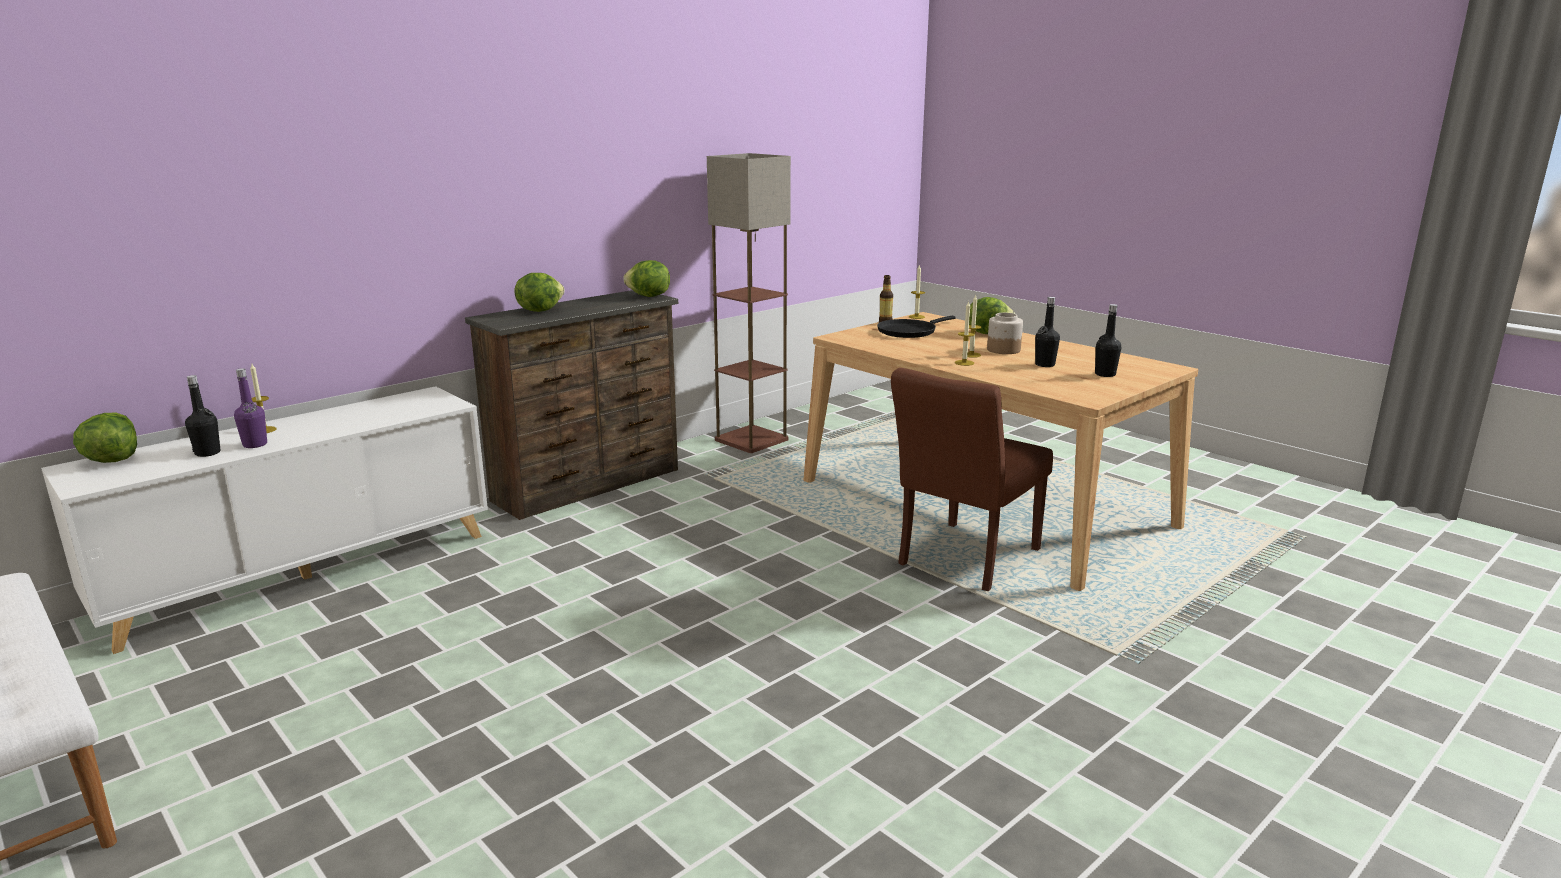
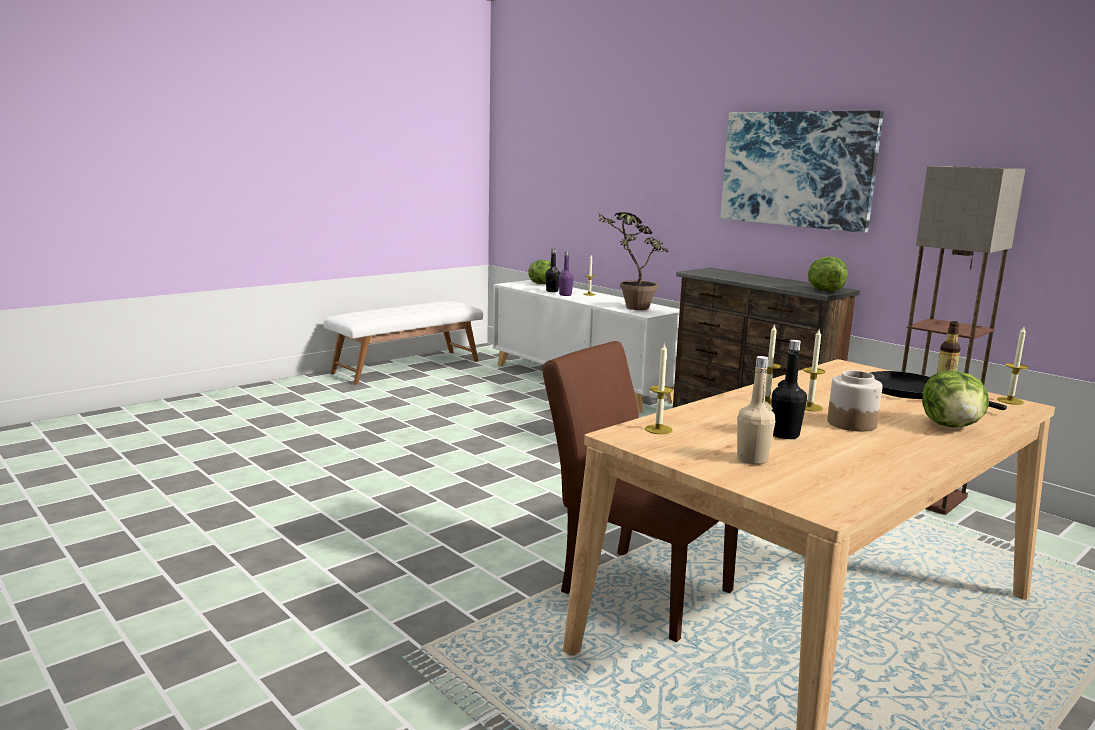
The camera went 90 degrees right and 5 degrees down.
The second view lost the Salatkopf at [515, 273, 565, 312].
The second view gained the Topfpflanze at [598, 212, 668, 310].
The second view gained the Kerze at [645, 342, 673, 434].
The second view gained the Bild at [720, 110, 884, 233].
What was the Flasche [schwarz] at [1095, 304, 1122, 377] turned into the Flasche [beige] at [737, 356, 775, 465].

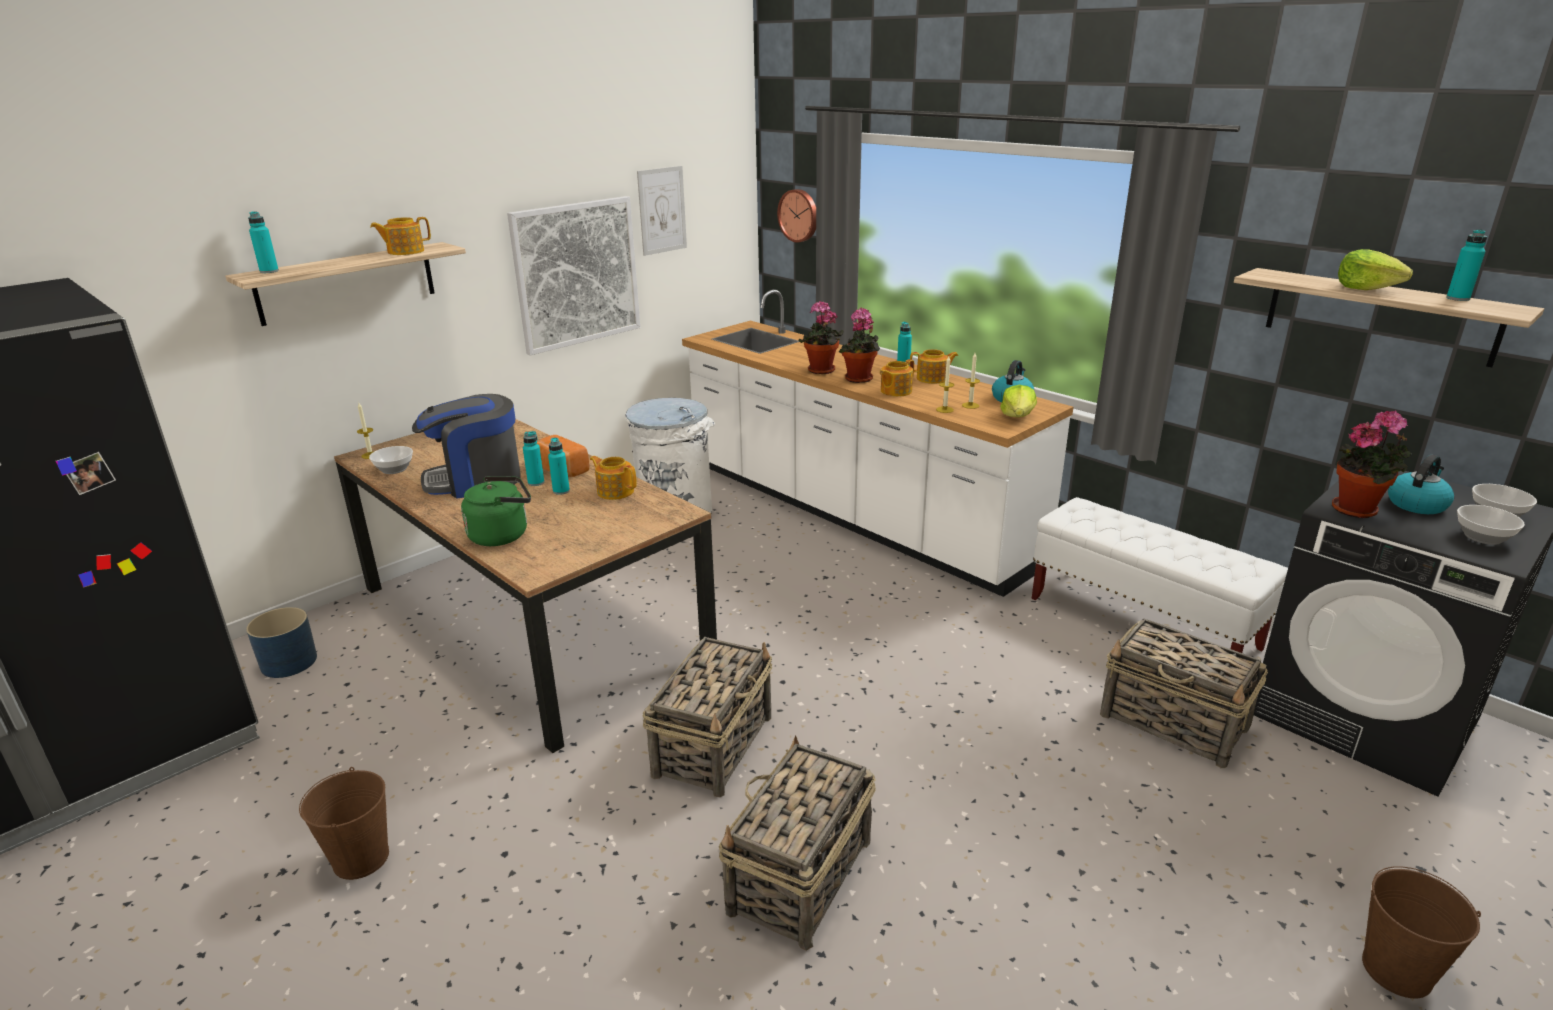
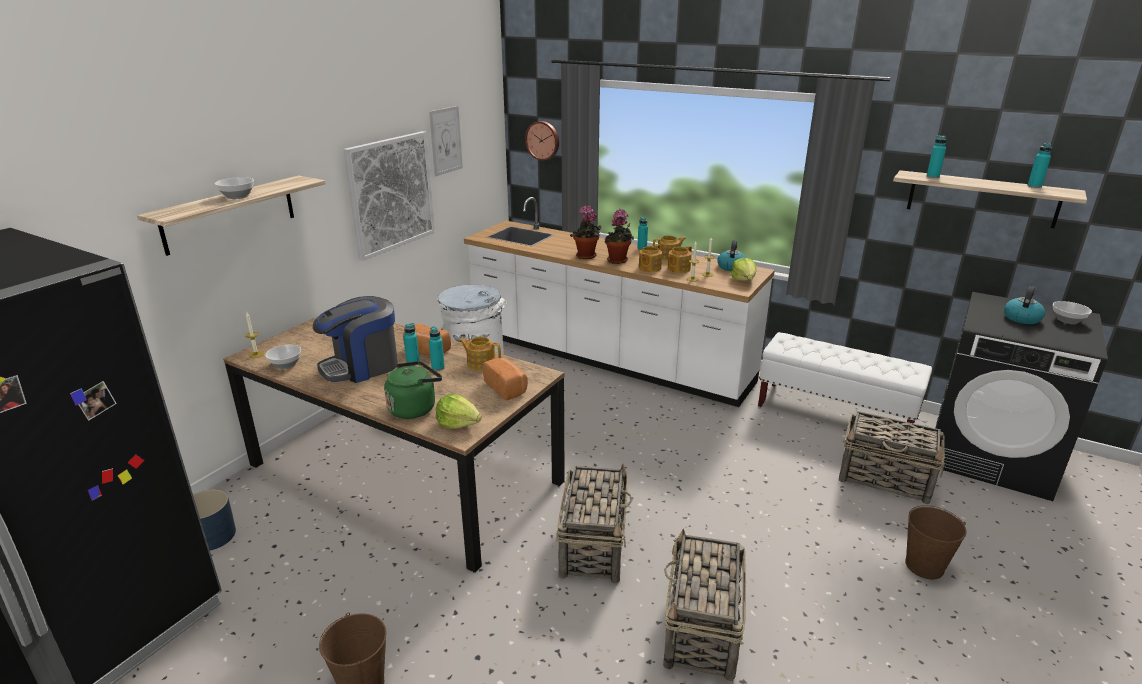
The camera went 15 degrees left and 0 degrees up.
The second view lost the Topfpflanze at [1332, 411, 1412, 518].
The second view gained the Brot at [483, 358, 528, 400].
The Flasche [türkis] ended up elsewhere, having gone from [248, 211, 279, 273] to [927, 135, 946, 178].
The Teekanne ended up elsewhere, having gone from [370, 217, 431, 255] to [668, 246, 692, 273].
The Salatkopf ended up elsewhere, having gone from [1338, 249, 1413, 290] to [436, 394, 482, 429].
The Eimer [braun] ended up elsewhere, having gone from [1362, 866, 1481, 998] to [905, 505, 967, 579].
The Schüssel ended up elsewhere, having gone from [1457, 505, 1525, 545] to [215, 177, 254, 199].

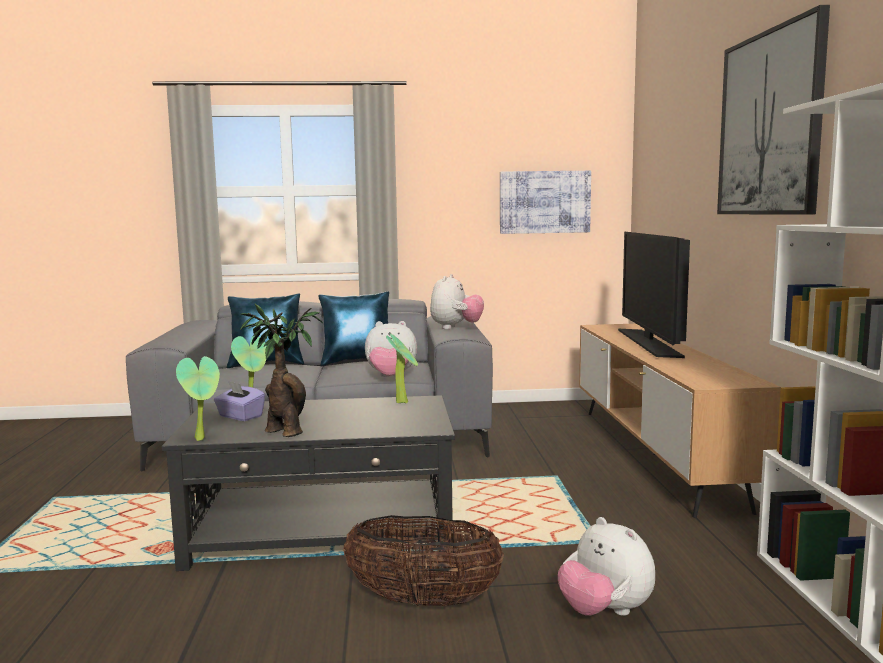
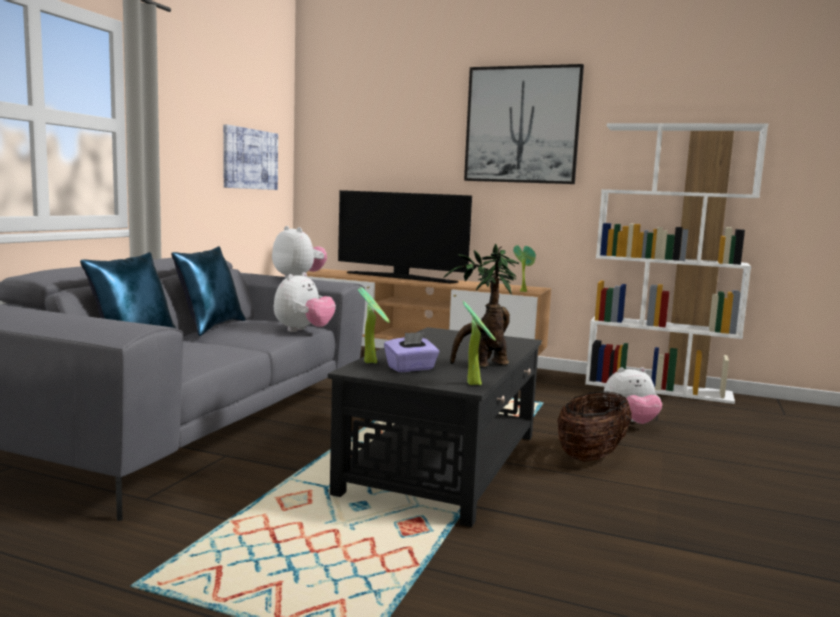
The camera went 65 degrees left and 0 degrees up.
The Topfpflanze ended up elsewhere, having gone from [386, 334, 418, 403] to [513, 245, 536, 292].

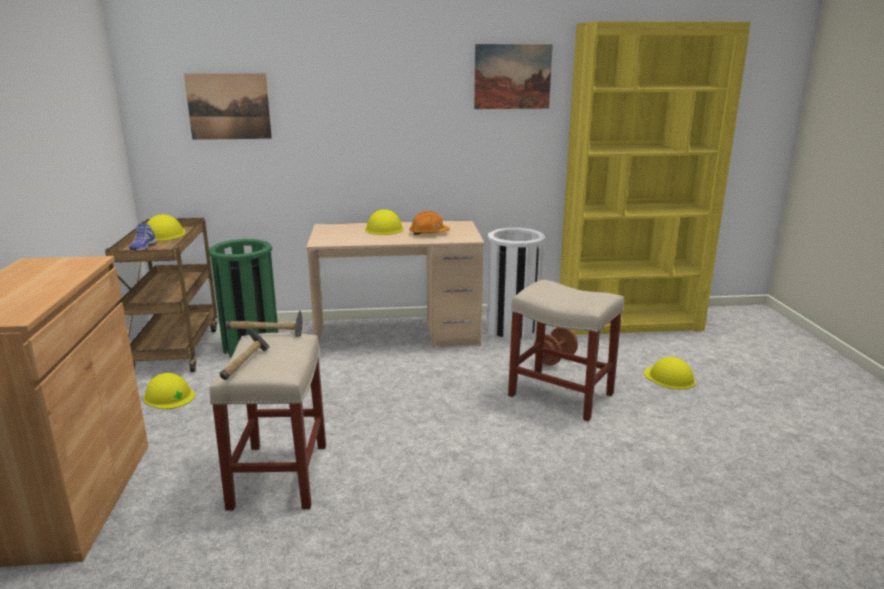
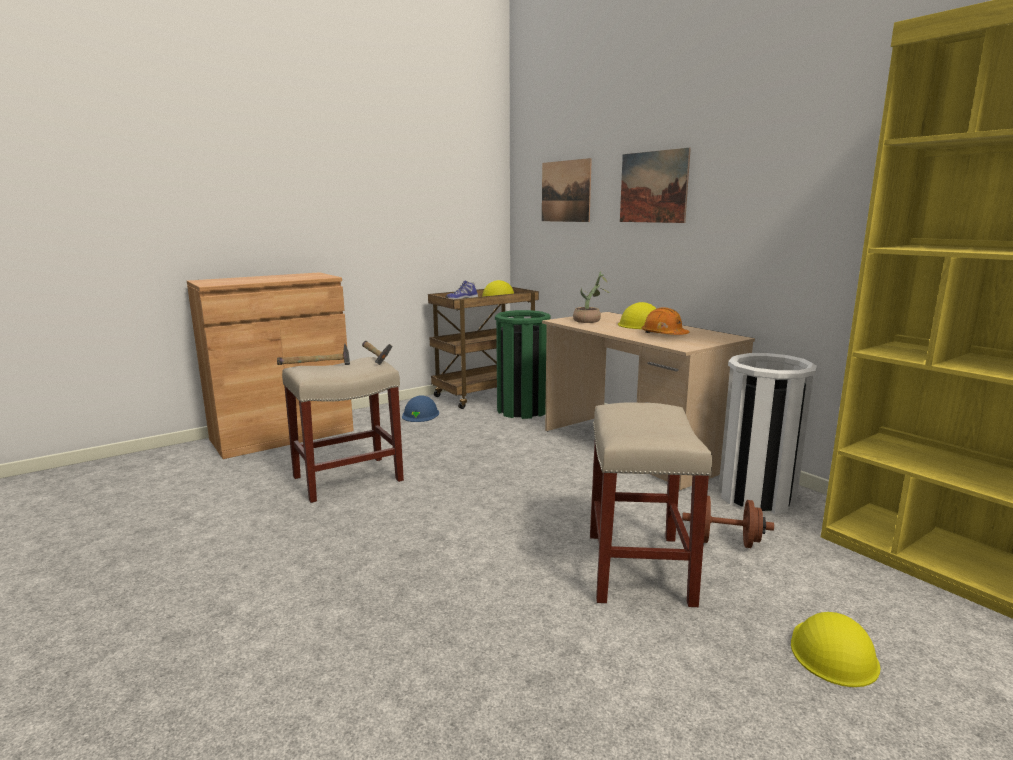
The camera went 60 degrees right and 5 degrees down.
The second view gained the Topfpflanze at [573, 271, 610, 323].
The Bild ended up elsewhere, having gone from [474, 44, 553, 109] to [620, 148, 691, 223].
What was the Schutzhelm [gelb] at [143, 373, 195, 409] turned into the Schutzhelm [blau] at [402, 395, 439, 422].

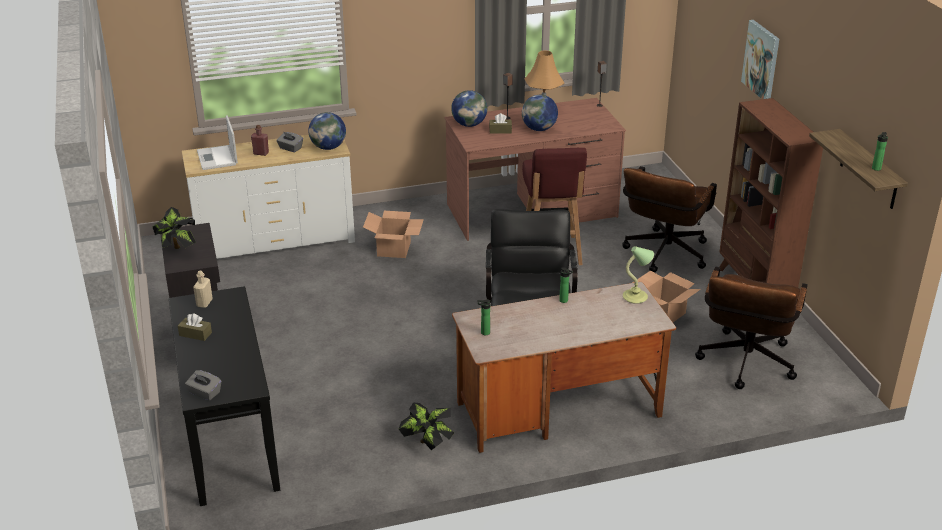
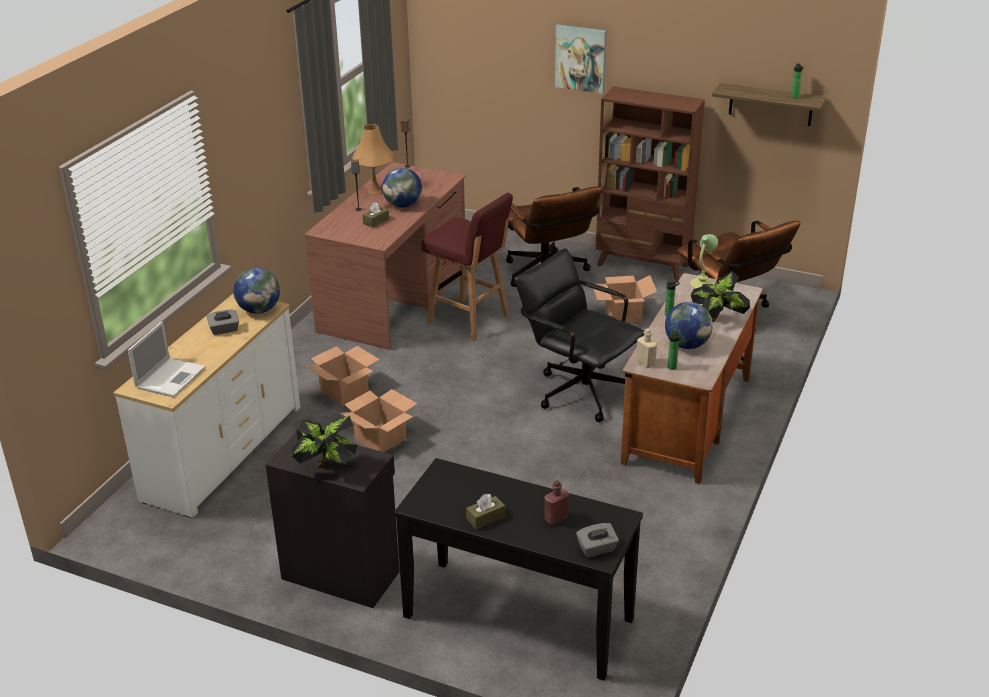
The camera went 50 degrees left and 0 degrees up.
The second view gained the Karton at [340, 389, 417, 452].
The Flasche [beige] ended up elsewhere, having gone from [193, 271, 213, 308] to [636, 328, 657, 368].
The Flasche [rot] ended up elsewhere, having gone from [251, 125, 269, 156] to [544, 480, 569, 525].
The Topfpflanze ended up elsewhere, having gone from [399, 403, 454, 450] to [691, 271, 750, 322].
The Globus ended up elsewhere, having gone from [451, 90, 487, 127] to [665, 302, 713, 349].
The Laptop at [197, 115, 238, 170] ended up facing another way, 90 degrees counterclockwise from before.

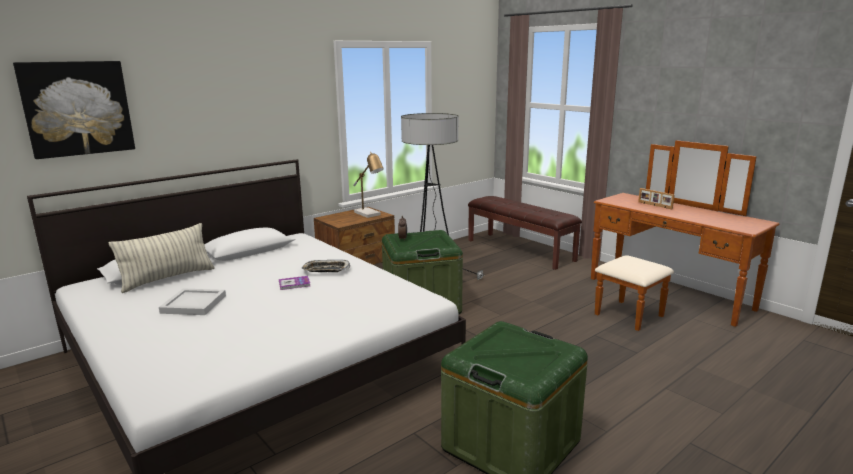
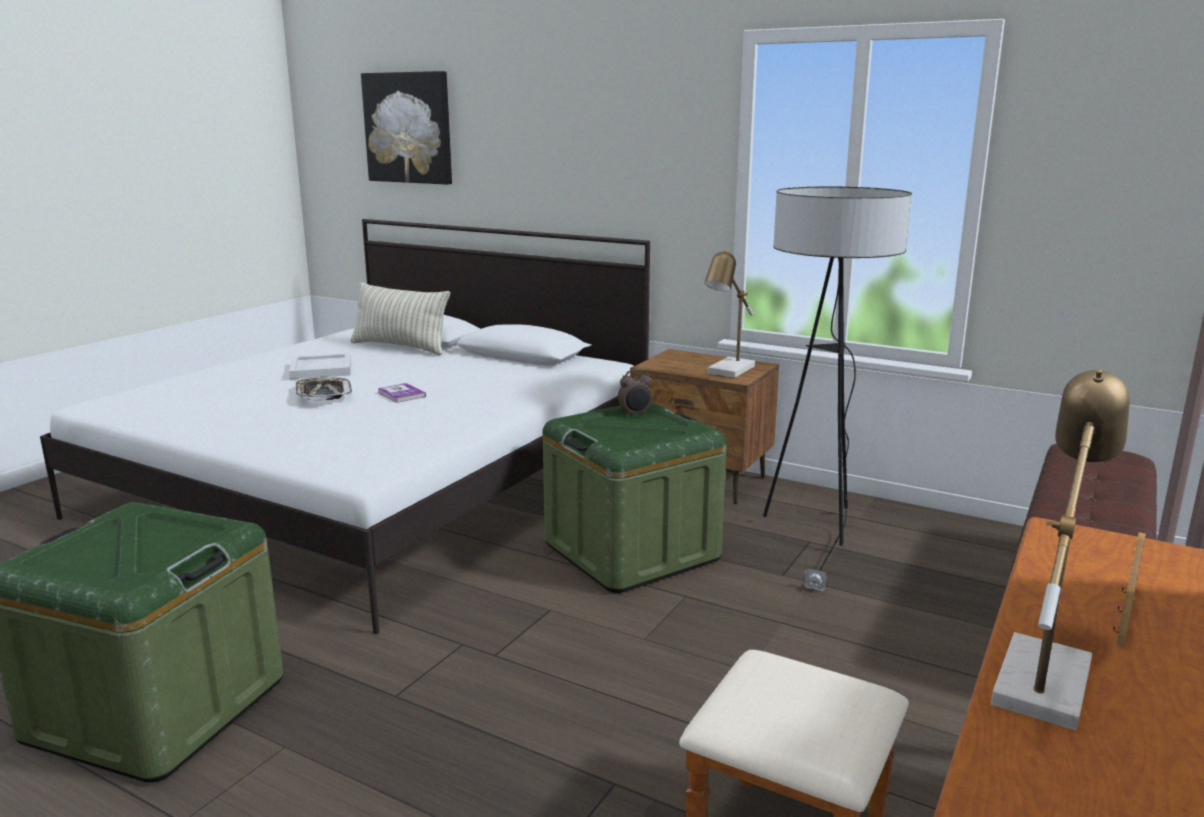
The camera went 70 degrees right and 0 degrees up.
The second view gained the Tischlampe at [991, 369, 1130, 731].
The Tablett ended up elsewhere, having gone from [302, 260, 350, 272] to [296, 377, 352, 400].

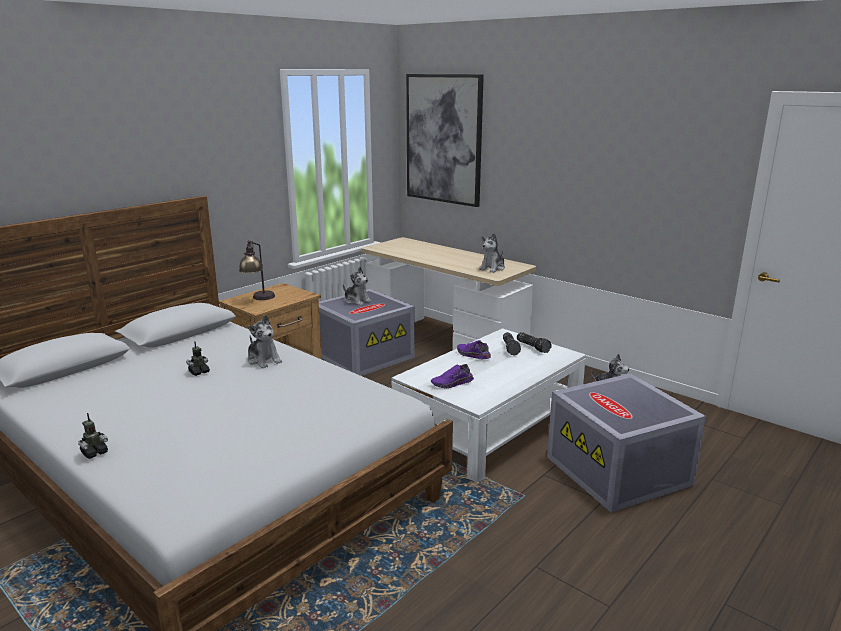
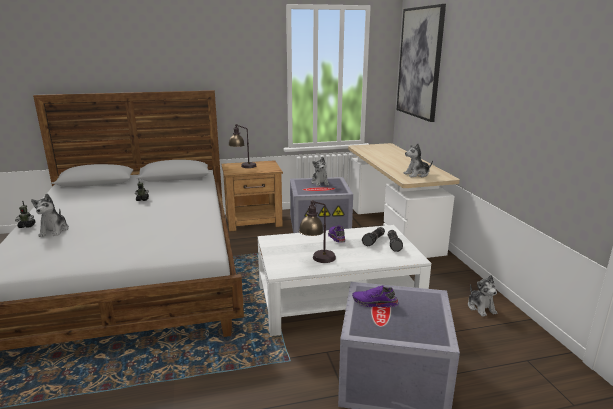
The camera went 35 degrees right and 0 degrees up.
The second view gained the Tischlampe at [299, 200, 336, 263].
The Plüschtier ended up elsewhere, having gone from [247, 315, 282, 368] to [31, 194, 69, 237].
The Schuh [lila] ended up elsewhere, having gone from [431, 364, 474, 388] to [352, 285, 398, 307].

